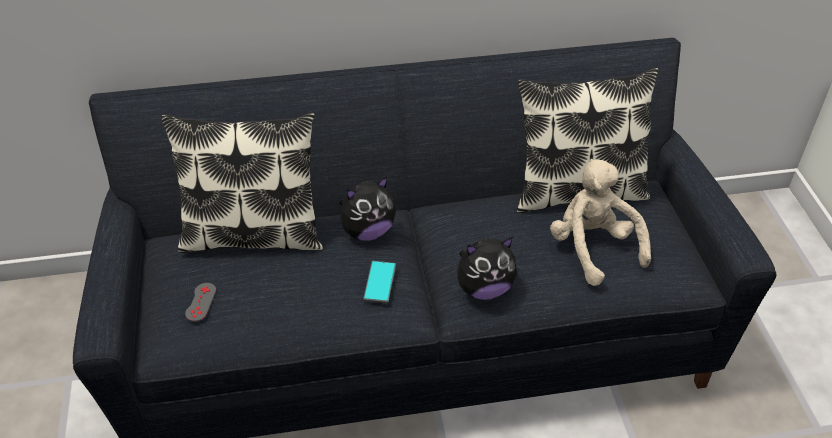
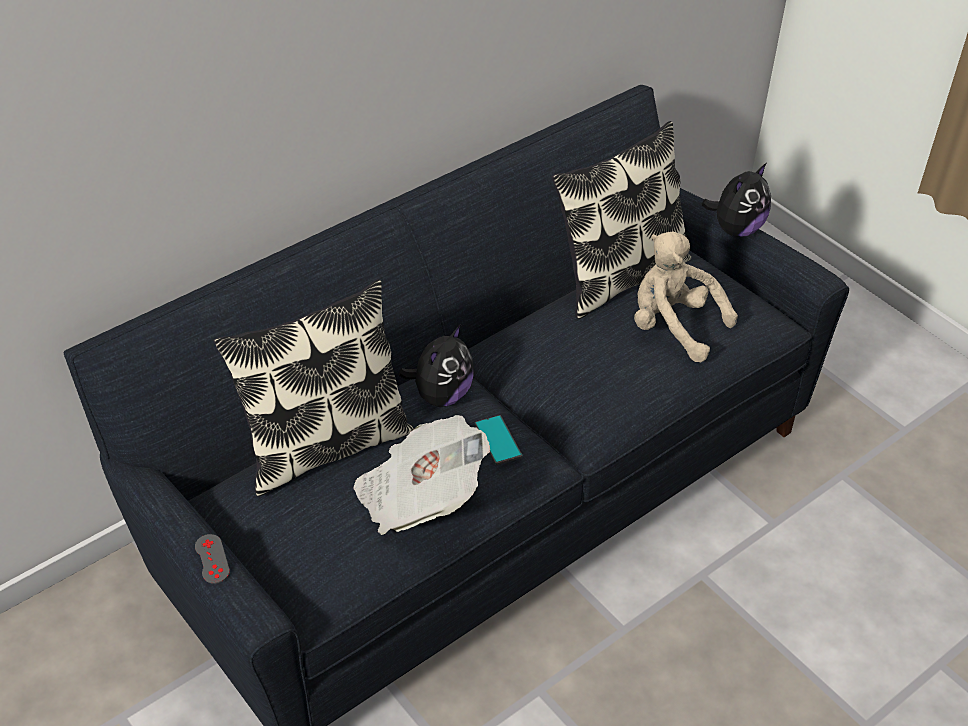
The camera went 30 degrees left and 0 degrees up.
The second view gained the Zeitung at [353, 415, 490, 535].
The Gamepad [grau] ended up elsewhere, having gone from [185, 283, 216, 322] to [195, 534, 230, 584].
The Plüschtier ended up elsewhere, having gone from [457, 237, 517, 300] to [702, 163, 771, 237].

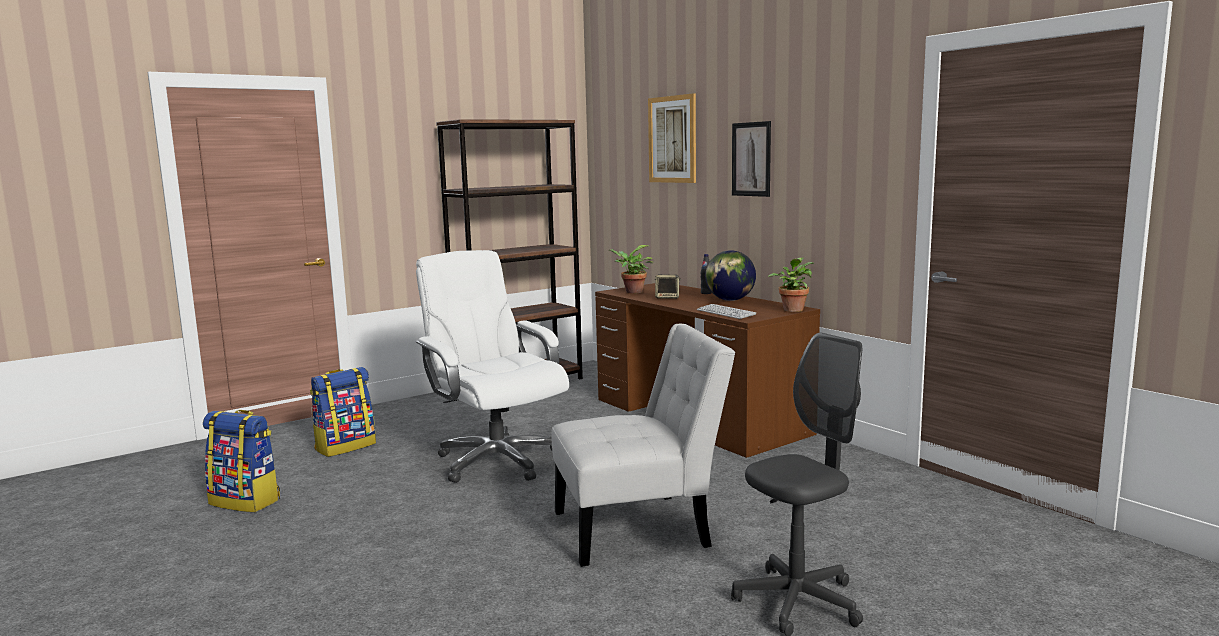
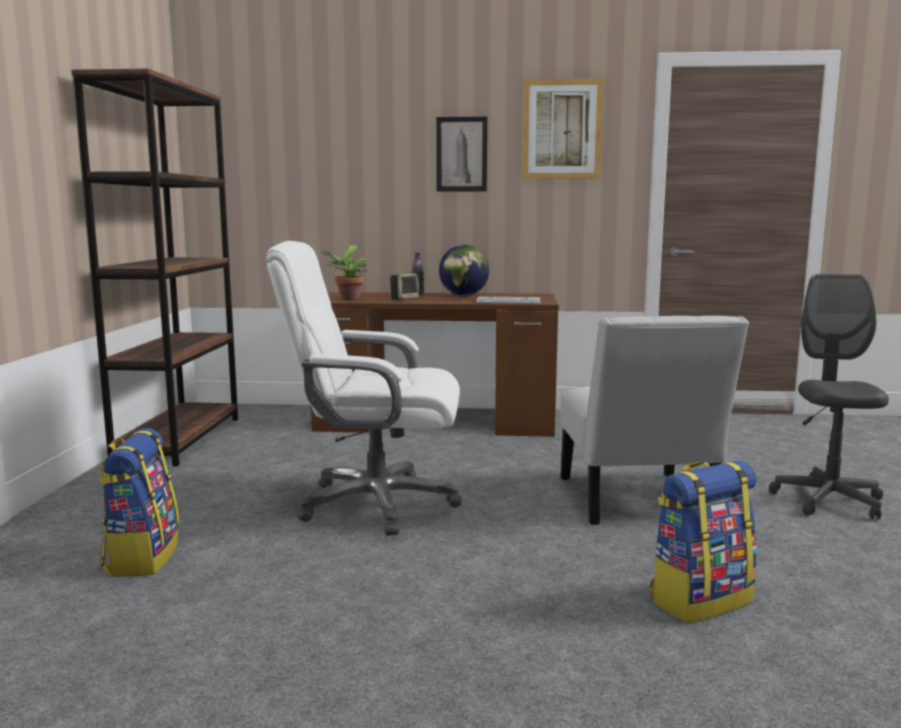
The camera went 50 degrees left and 0 degrees up.
The second view lost the Topfpflanze at [768, 257, 814, 312].
The Rucksack ended up elsewhere, having gone from [203, 410, 280, 512] to [650, 461, 757, 623].
The Bild ended up elsewhere, having gone from [648, 93, 696, 183] to [522, 79, 604, 179].
The Stuhl [weiß] at [551, 324, 735, 567] ended up facing another way, 150 degrees clockwise from before.

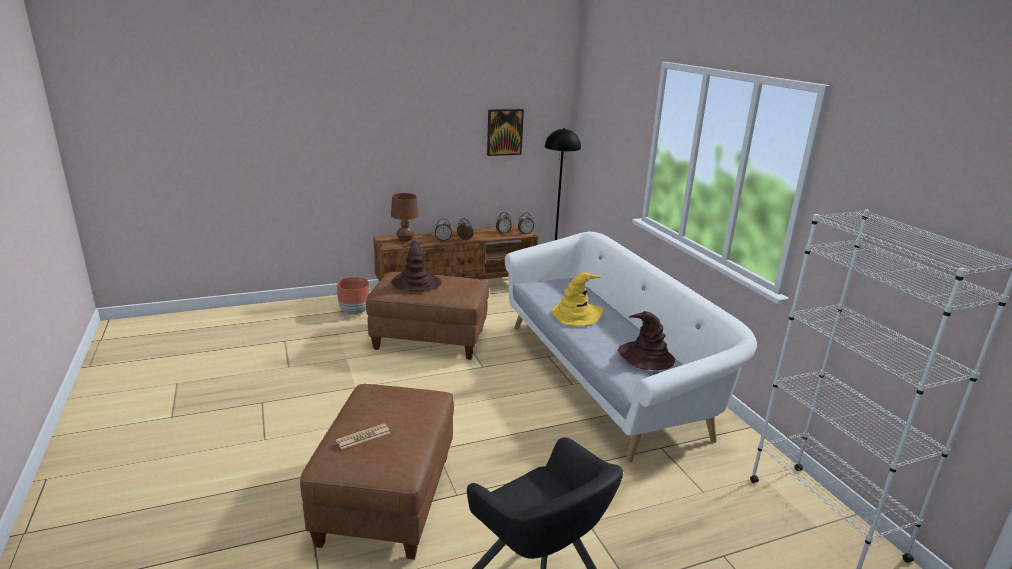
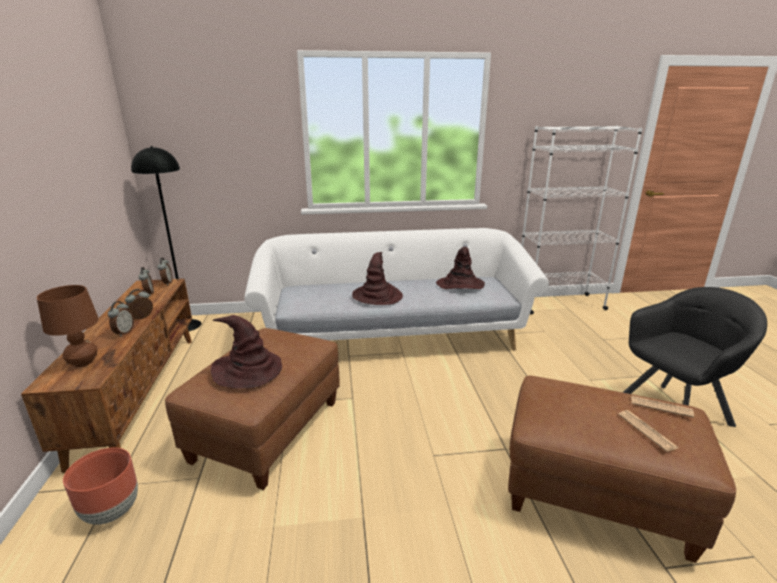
The camera went 75 degrees left and 0 degrees up.
The second view lost the Bild at [487, 109, 524, 156].
The second view gained the Zeitung at [631, 396, 694, 418].
What was the Hut [gelb] at [552, 272, 603, 326] turned into the Hut [braun] at [352, 252, 403, 305].

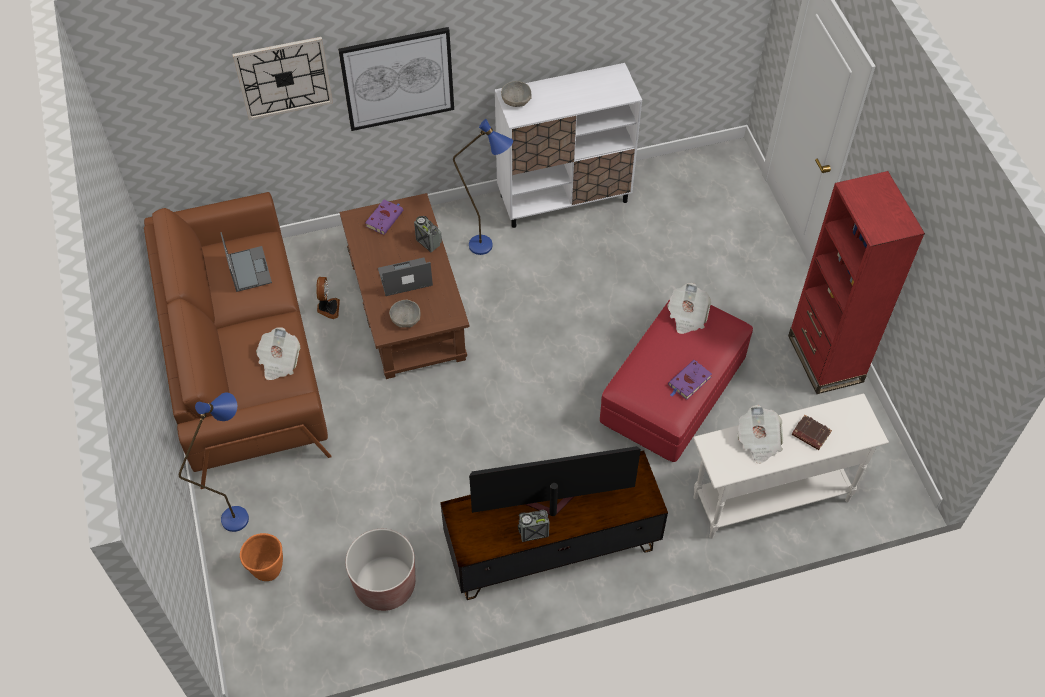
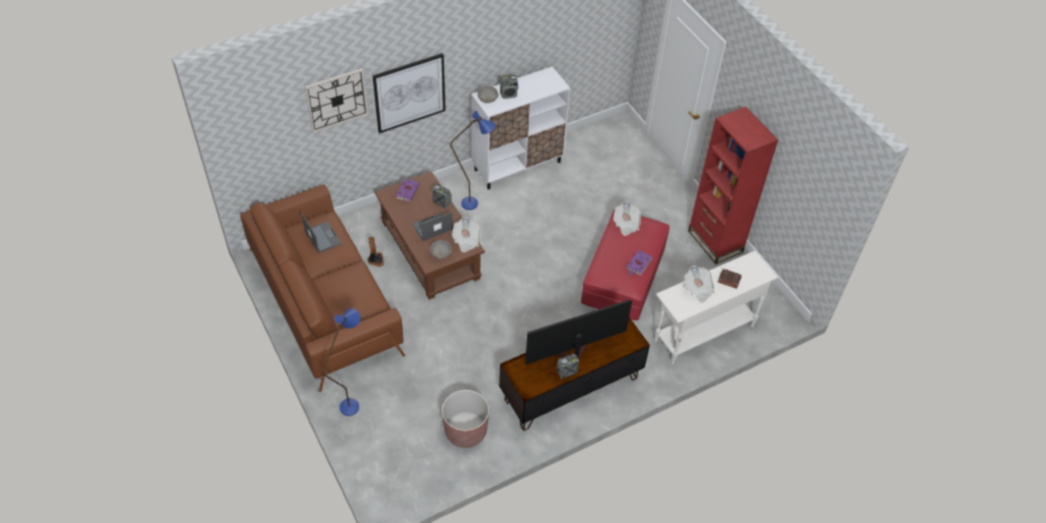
The camera went 15 degrees left and 5 degrees down.
The second view lost the Pflanzkübel [orange] at [240, 533, 283, 581].
The second view gained the Radio at [500, 75, 518, 99].
The Zeitung ended up elsewhere, having gone from [256, 327, 300, 380] to [452, 217, 481, 253].

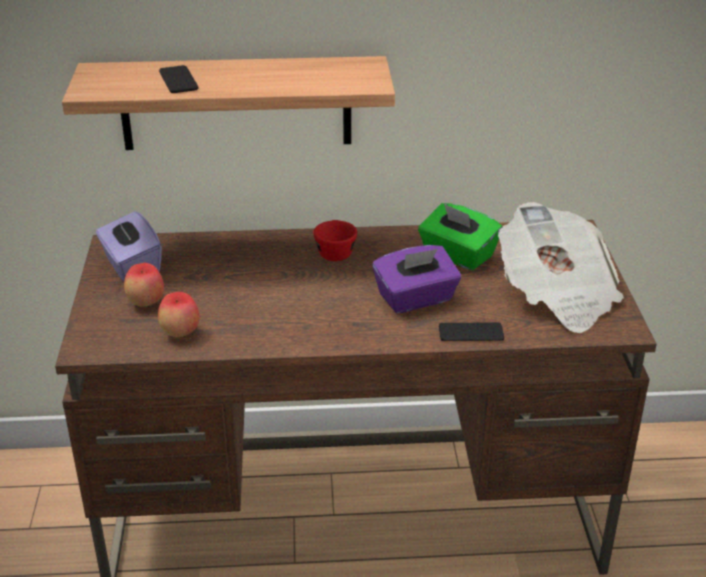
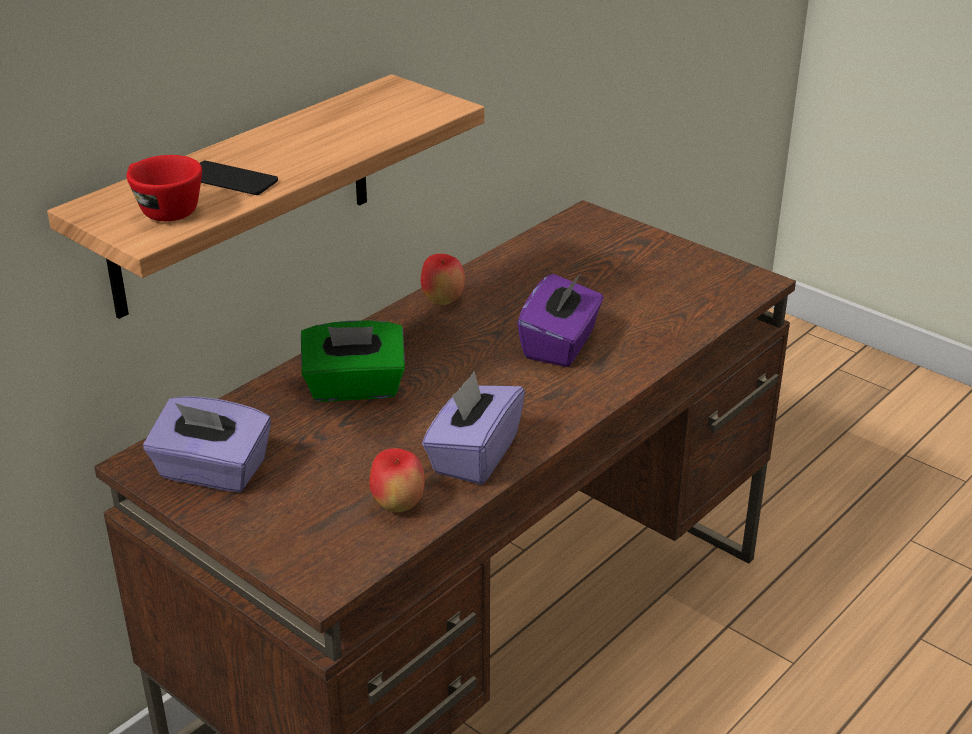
The camera went 45 degrees left and 0 degrees up.
The second view lost the Handy at [439, 323, 504, 341].
The second view lost the Zeitung at [498, 202, 624, 333].
The second view gained the Taschentuchbox [lila] at [422, 372, 525, 485].
The Apfel ended up elsewhere, having gone from [124, 263, 164, 307] to [421, 253, 465, 305].
The Tasse [rot] ended up elsewhere, having gone from [313, 220, 357, 261] to [126, 155, 202, 221].
The Taschentuchbox [grün] ended up elsewhere, having gone from [418, 203, 502, 270] to [301, 320, 405, 402].

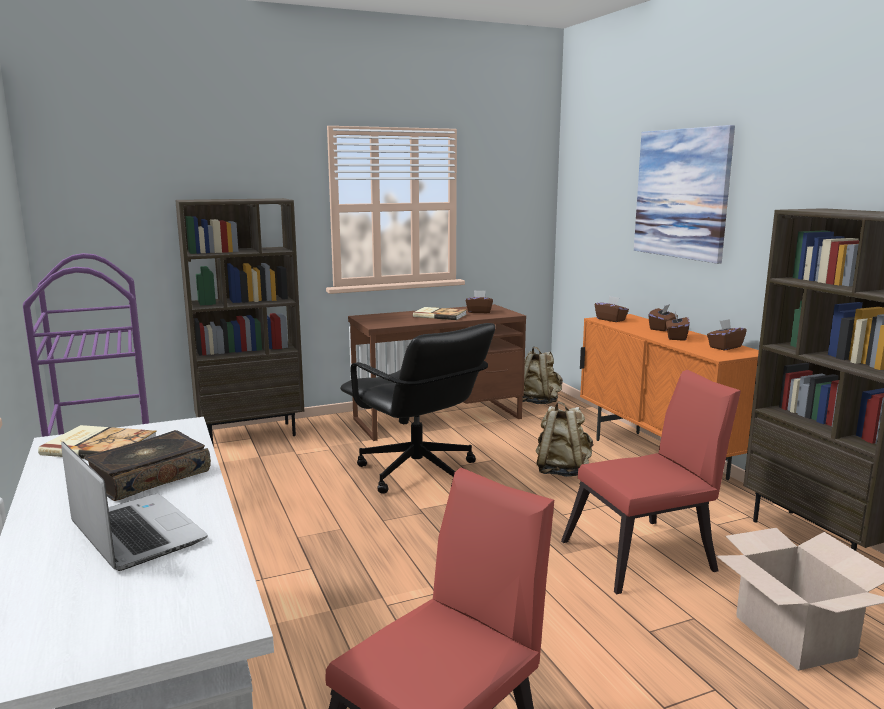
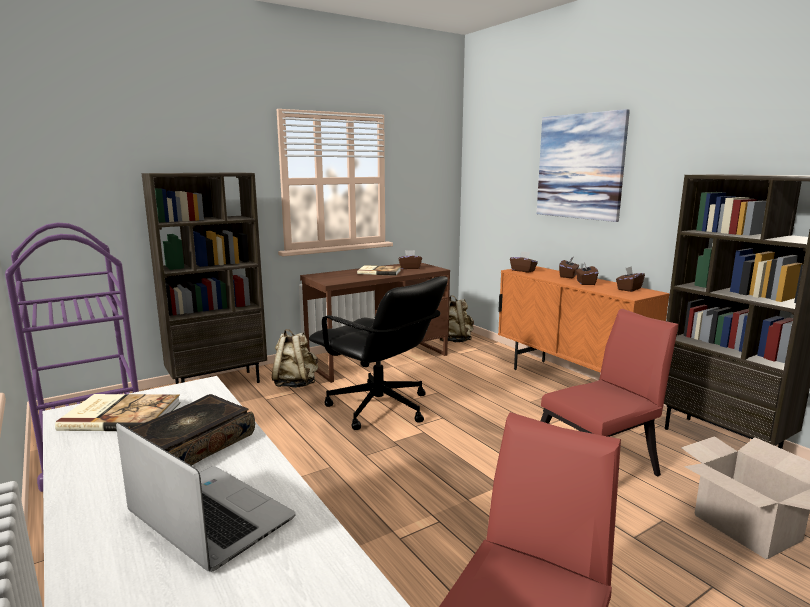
The camera went 10 degrees left and 0 degrees up.
The Rucksack [beige] ended up elsewhere, having gone from [535, 401, 593, 477] to [272, 329, 318, 388].

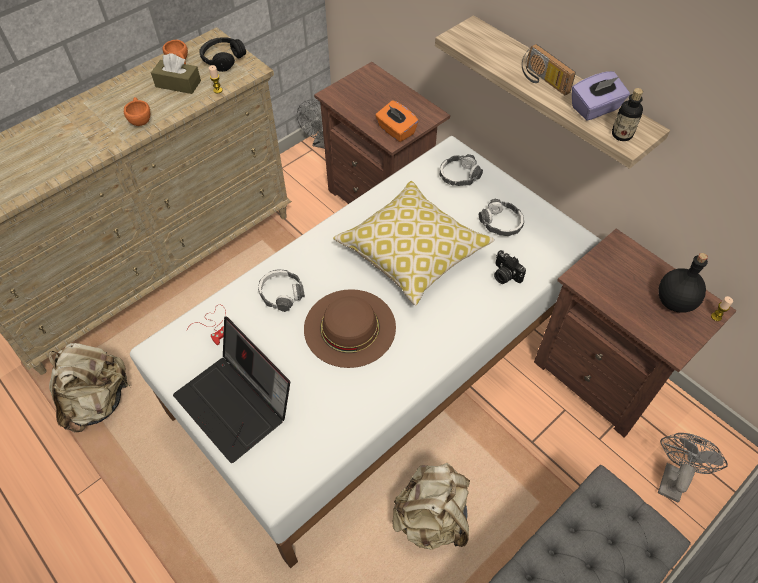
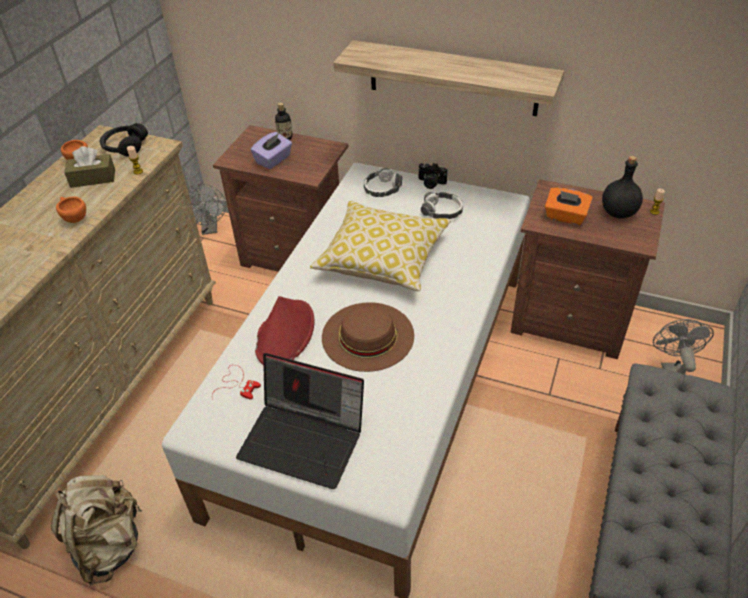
The camera went 25 degrees left and 10 degrees down.
The second view lost the Rucksack [beige] at [392, 463, 470, 550].
The second view lost the Radio at [522, 44, 576, 95].
The Taschentuchbox [orange] ended up elsewhere, having gone from [375, 101, 419, 142] to [545, 188, 593, 225].
The Kamera ended up elsewhere, having gone from [494, 250, 526, 284] to [418, 163, 447, 189].
The Taschentuchbox [lila] ended up elsewhere, having gone from [572, 71, 630, 121] to [251, 132, 292, 169].
The Flasche ended up elsewhere, having gone from [612, 88, 643, 141] to [275, 103, 292, 140].
Where the Kopfhörer stood at [258, 269, 305, 312], the Hut [rot] came to stand at [255, 296, 315, 365].

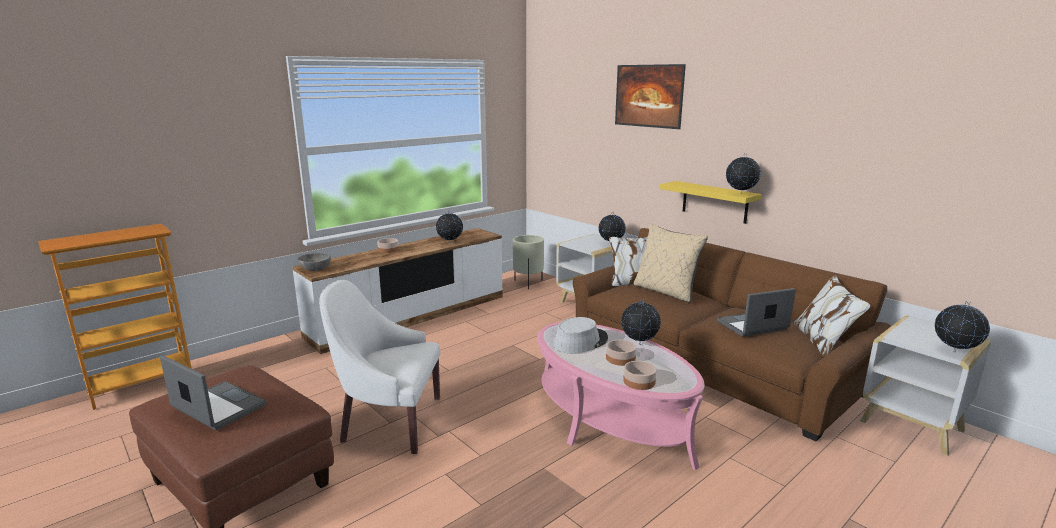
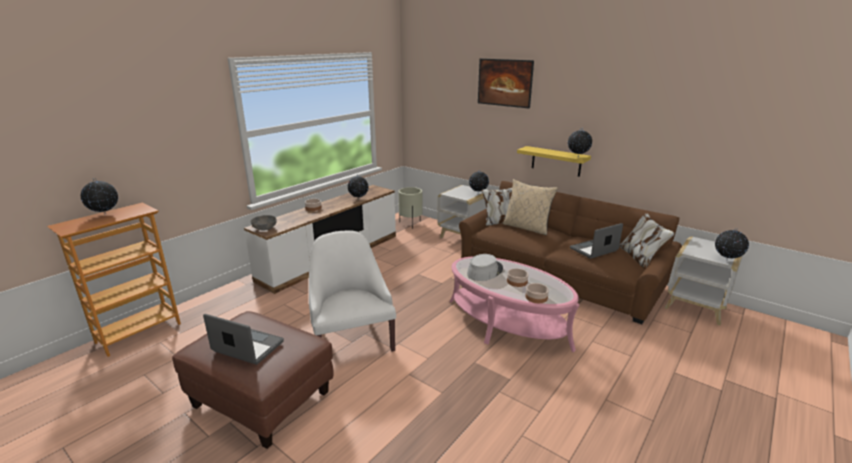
The camera went 10 degrees left and 5 degrees up.
The Globus ended up elsewhere, having gone from [621, 299, 661, 345] to [81, 178, 118, 215].
The Sessel [weiß] at [319, 280, 440, 454] ended up facing another way, 75 degrees clockwise from before.

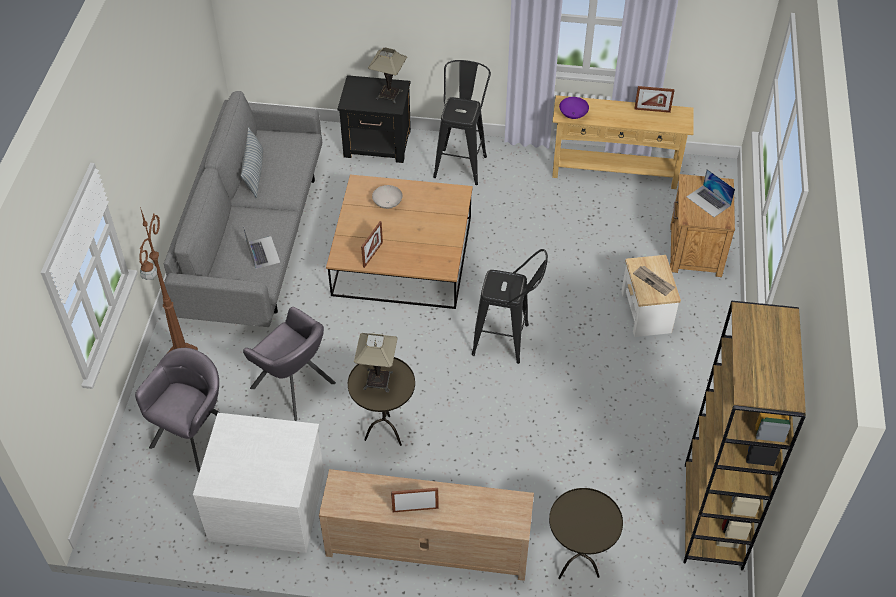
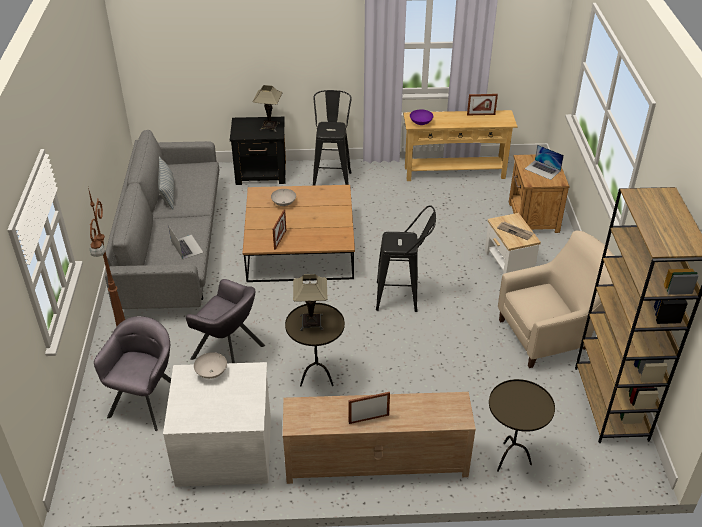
The camera went 10 degrees left and 10 degrees down.
The second view gained the Schüssel [weiß] at [194, 352, 227, 379].
The second view gained the Sessel [beige] at [498, 231, 614, 368].

